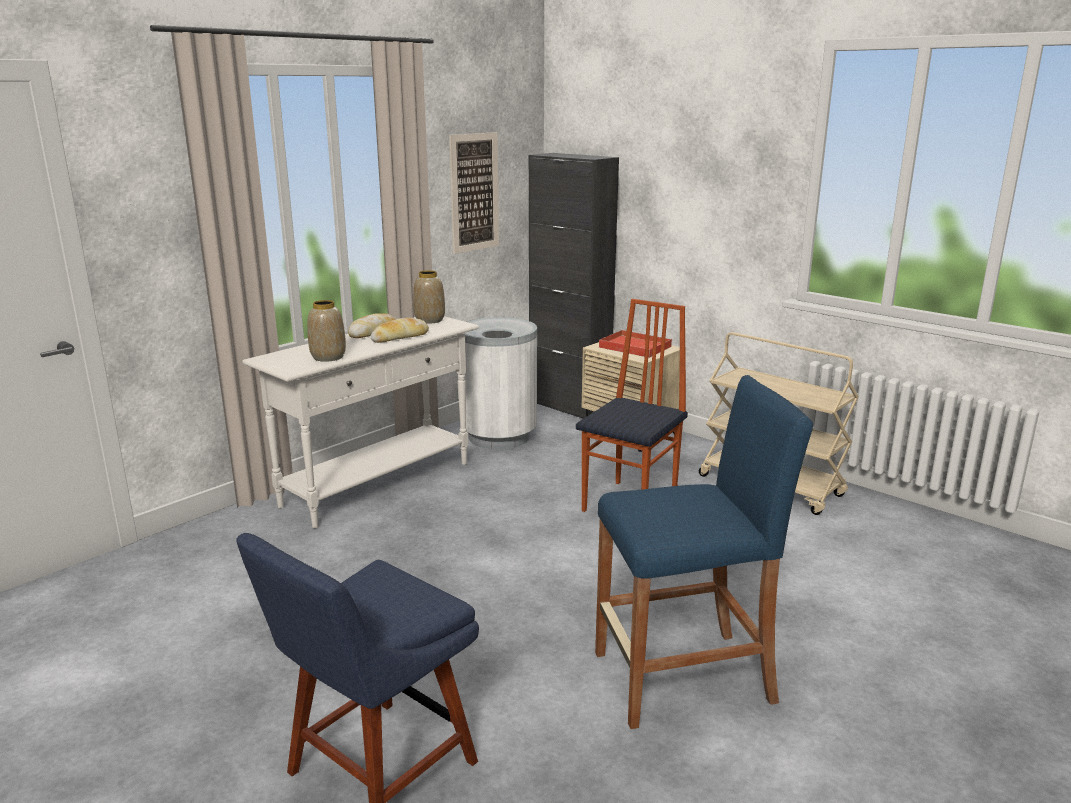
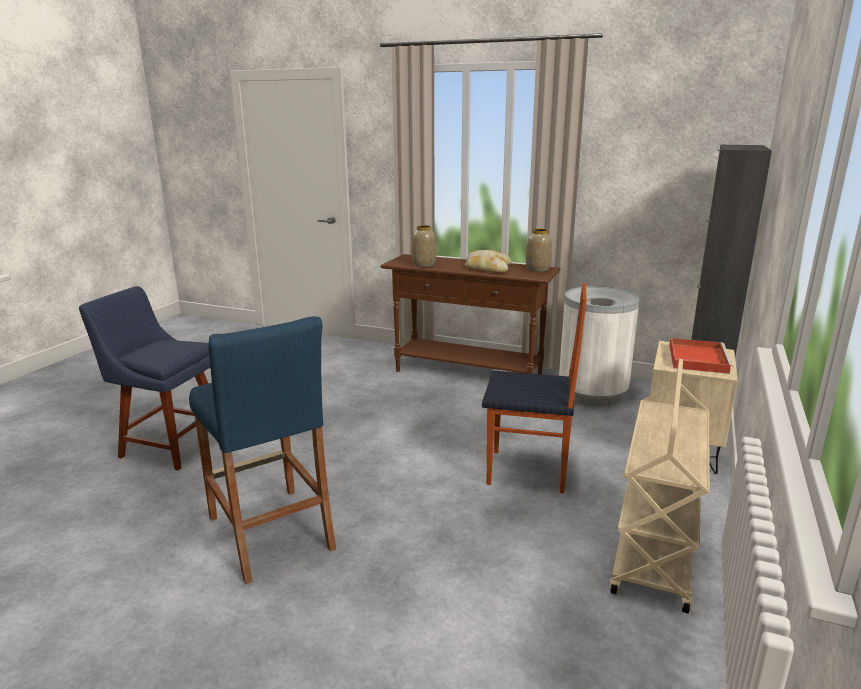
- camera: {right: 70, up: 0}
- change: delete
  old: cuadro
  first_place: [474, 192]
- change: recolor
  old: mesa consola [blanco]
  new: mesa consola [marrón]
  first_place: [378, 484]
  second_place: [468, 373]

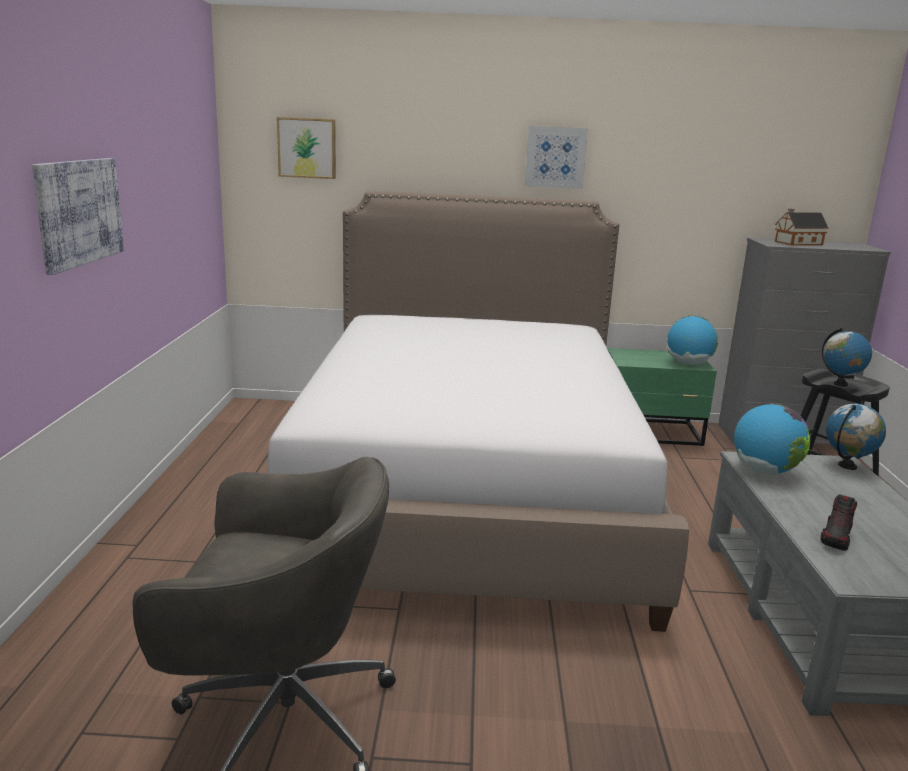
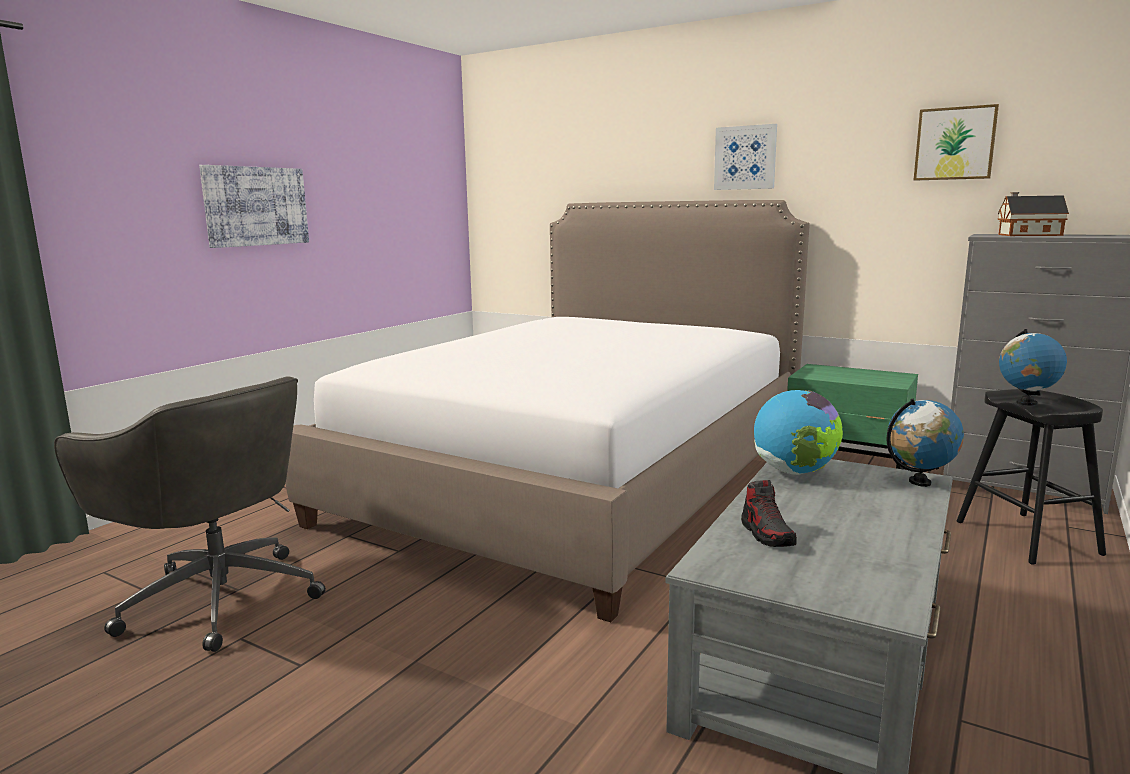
- camera: {right: 30, up: -5}
- change: move
  old: cuadro
  first_place: [307, 148]
  second_place: [955, 144]
- change: delete
  old: globo terráqueo
  first_place: [688, 364]
- change: rotate
  old: zapato
  first_place: [836, 538]
  second_place: [767, 534]
  degrees: -75

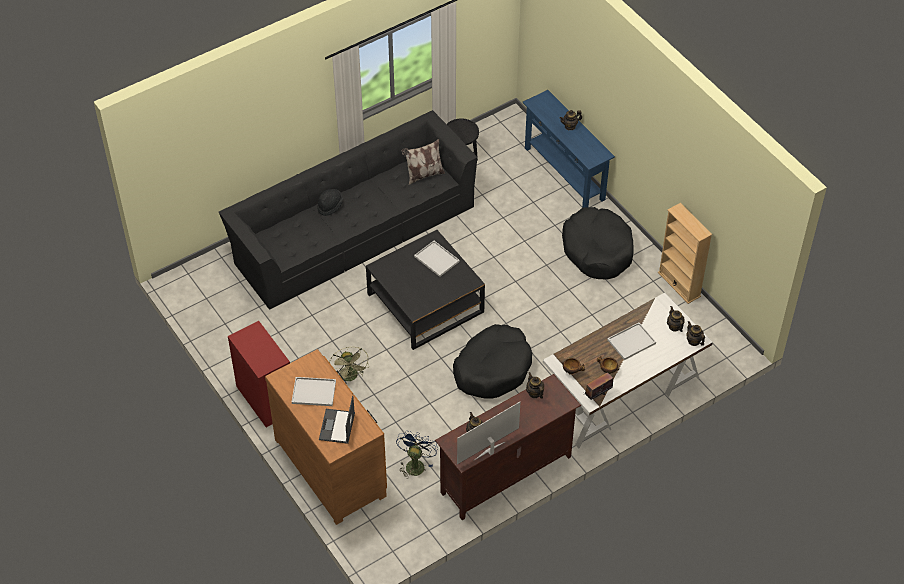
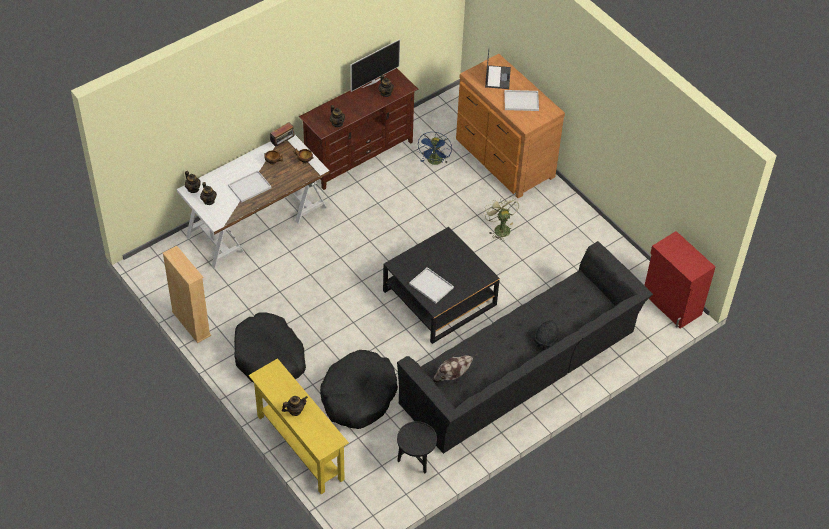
- camera: {right: 175, up: 0}
- change: recolor
  old: mesa consola [azul]
  new: mesa consola [amarillo]
  first_place: [564, 173]
  second_place: [299, 447]
- change: move
  old: armario [rojo]
  first_place: [265, 398]
  second_place: [671, 304]
- change: move
  old: cama para perro [negro]
  first_place: [492, 368]
  second_place: [358, 396]

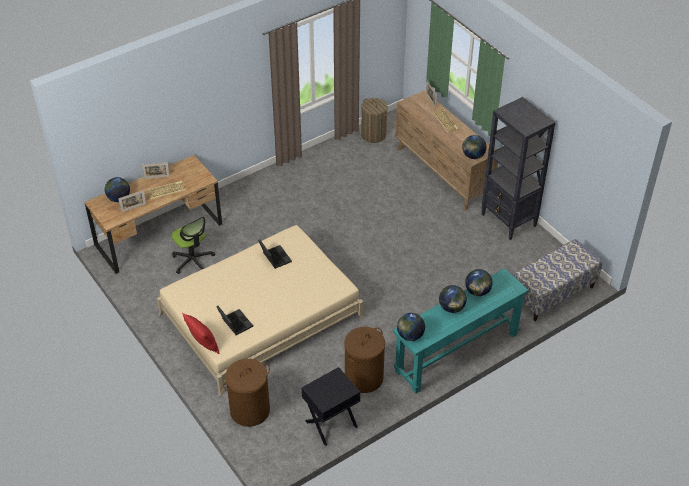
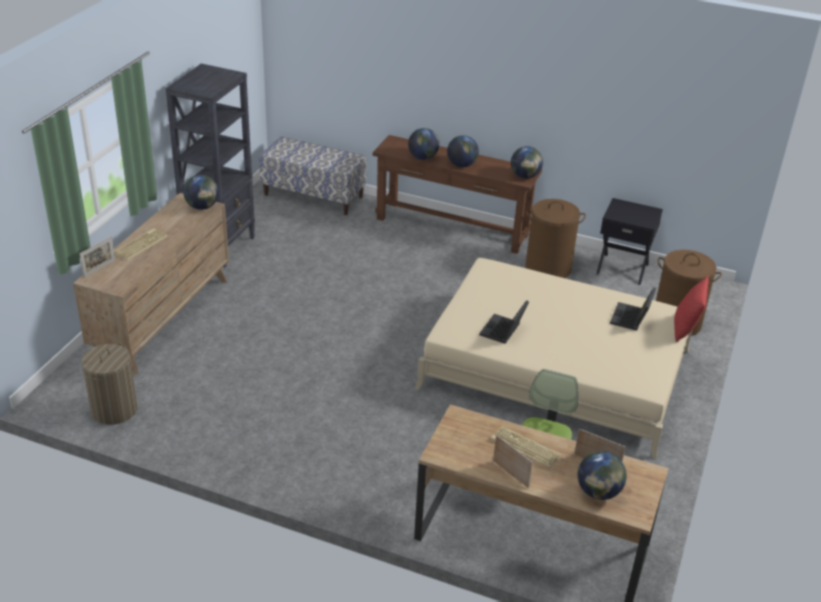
- camera: {right: -125, up: -10}
- change: recolor
  old: mesa consola [turquesa]
  new: mesa consola [marrón]
  first_place: [456, 352]
  second_place: [452, 227]

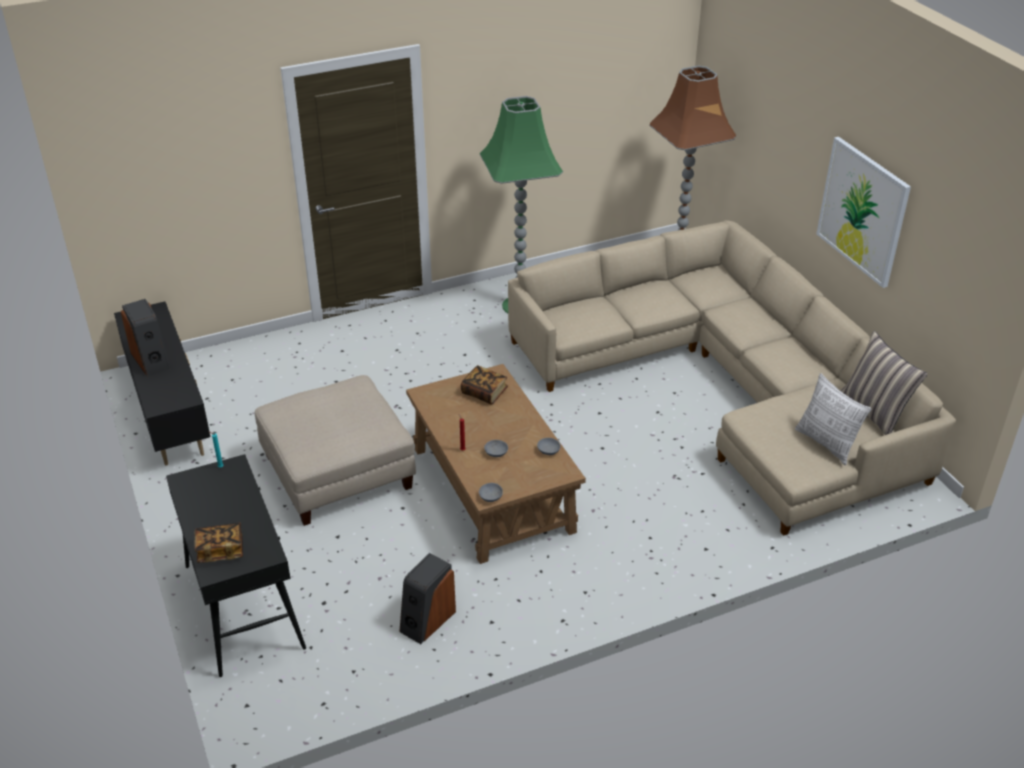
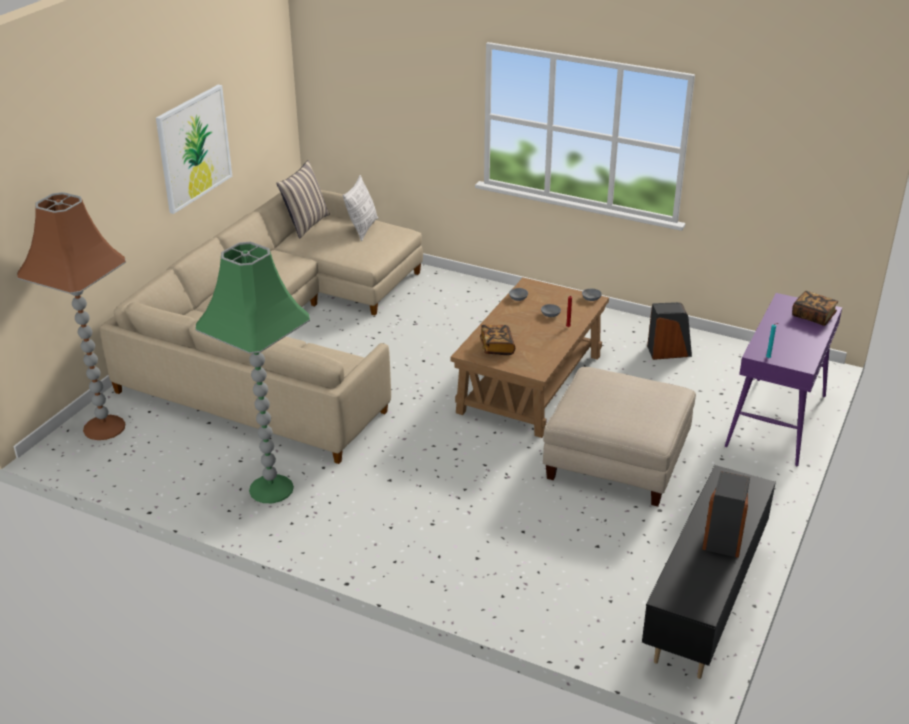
- camera: {right: -130, up: -5}
- change: recolor
  old: mesa consola [negro]
  new: mesa consola [morado]
  first_place: [243, 606]
  second_place: [776, 421]

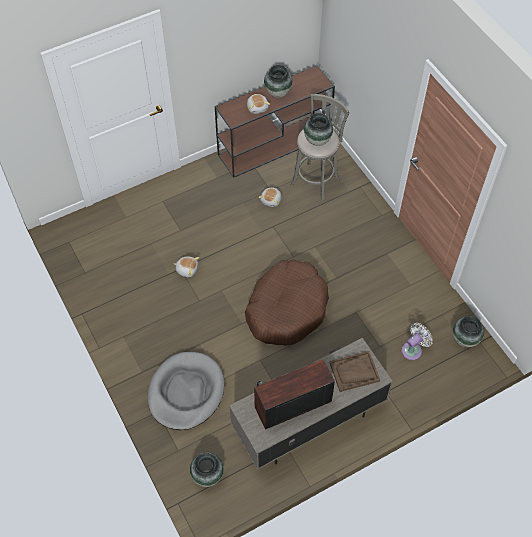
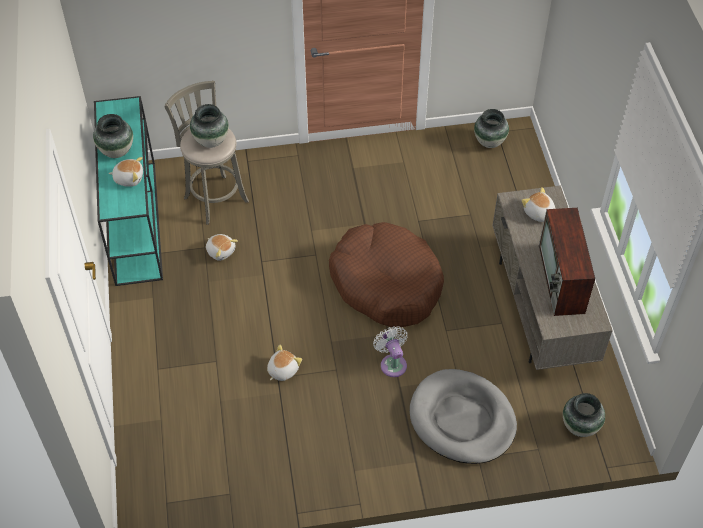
- camera: {right: -70, up: -5}
- change: recolor
  old: mesa consola [marrón]
  new: mesa consola [turquesa]
  first_place: [275, 144]
  second_place: [135, 221]
- change: move
  old: ventilador [blanco]
  first_place: [413, 349]
  second_place: [392, 363]
- change: replace
  old: bandeja [marrón]
  new: peluche
  first_place: [354, 372]
  second_place: [538, 213]

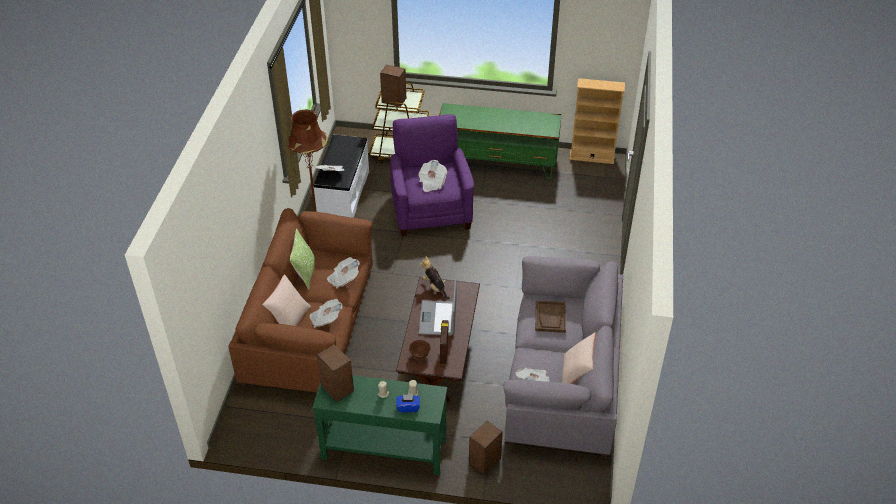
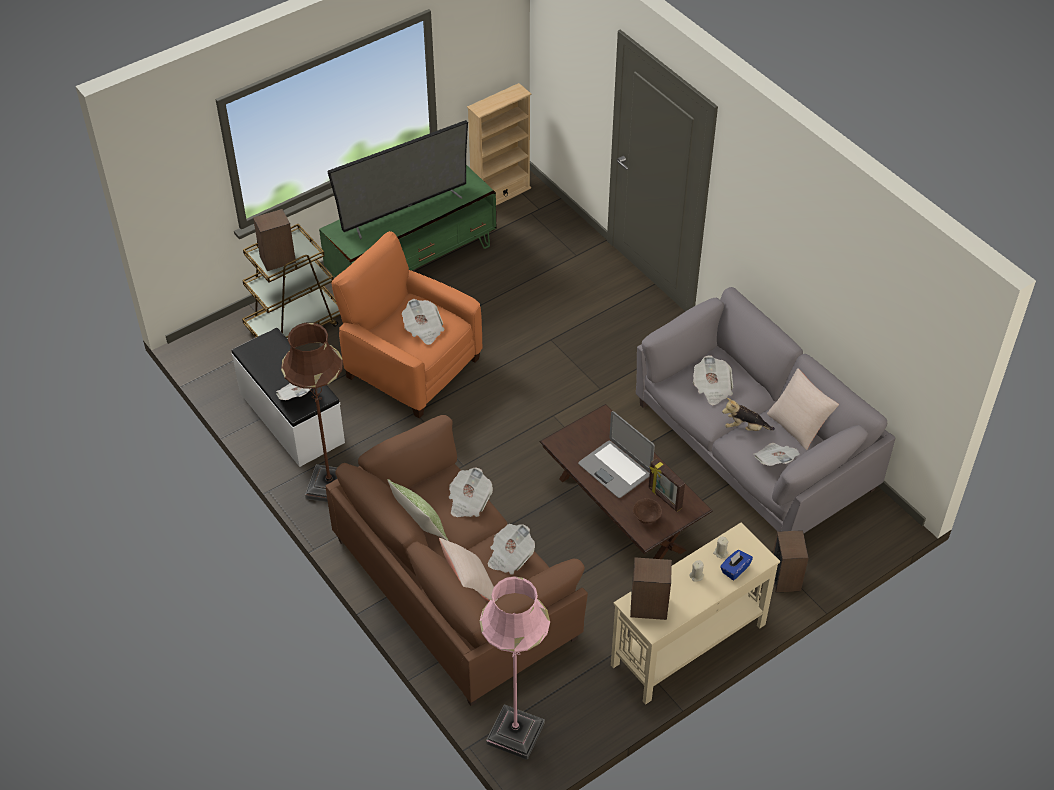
- camera: {right: -45, up: 5}
- change: recolor
  old: sillón [morado]
  new: sillón [naranja]
  first_place: [431, 209]
  second_place: [411, 366]
- change: move
  old: peluche
  first_place: [435, 287]
  second_place: [745, 428]
- change: replace
  old: bandeja [marrón]
  new: periódico
  first_place: [550, 317]
  second_place: [712, 388]
- change: recolor
  old: mesa consola [verde]
  new: mesa consola [beis]
  first_place: [383, 449]
  second_place: [687, 644]
- change: insert
  new: televisor
  second_place: [404, 210]
- change: insert
  new: lámpara de pie [rosa]
  second_place: [515, 733]

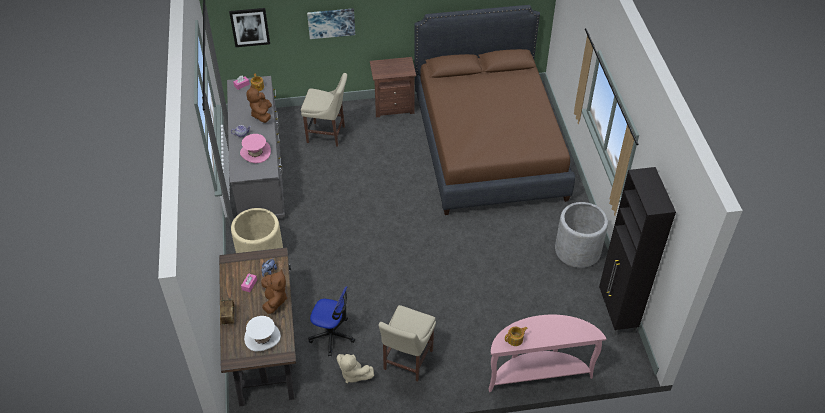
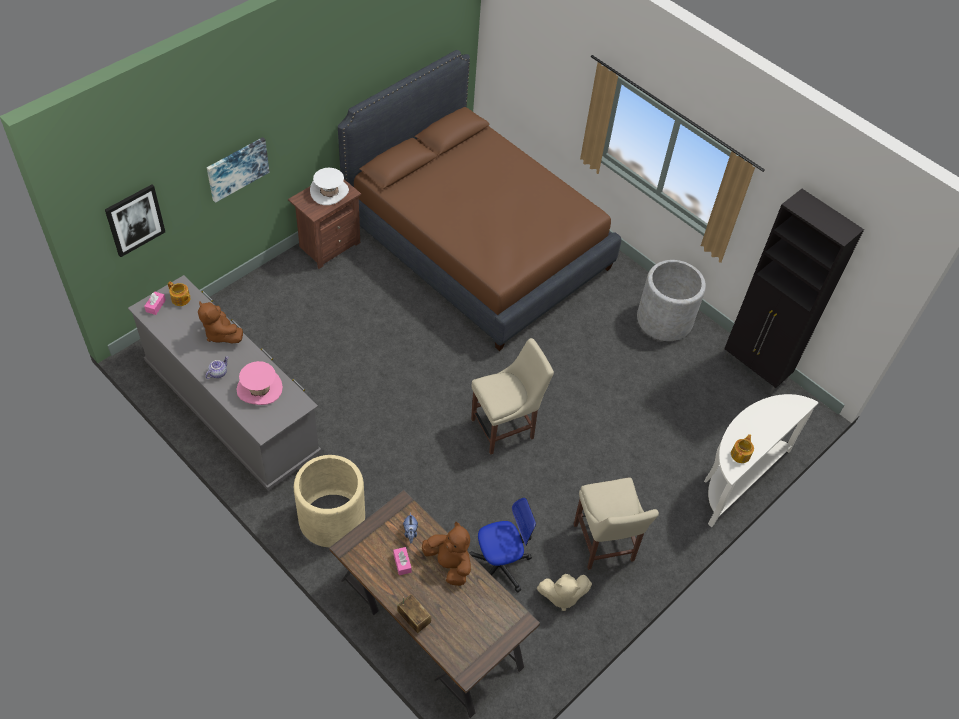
- camera: {right: -40, up: 5}
- change: move
  old: silla [beis]
  first_place: [328, 135]
  second_place: [505, 428]
- change: recolor
  old: mesa consola [rosa]
  new: mesa consola [blanco]
  first_place: [537, 372]
  second_place: [737, 477]
- change: move
  old: sombrero [blanco]
  first_place: [262, 337]
  second_place: [329, 192]

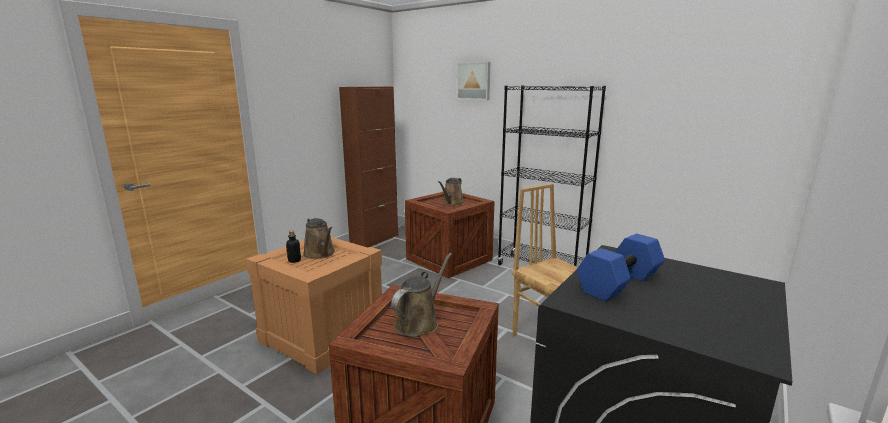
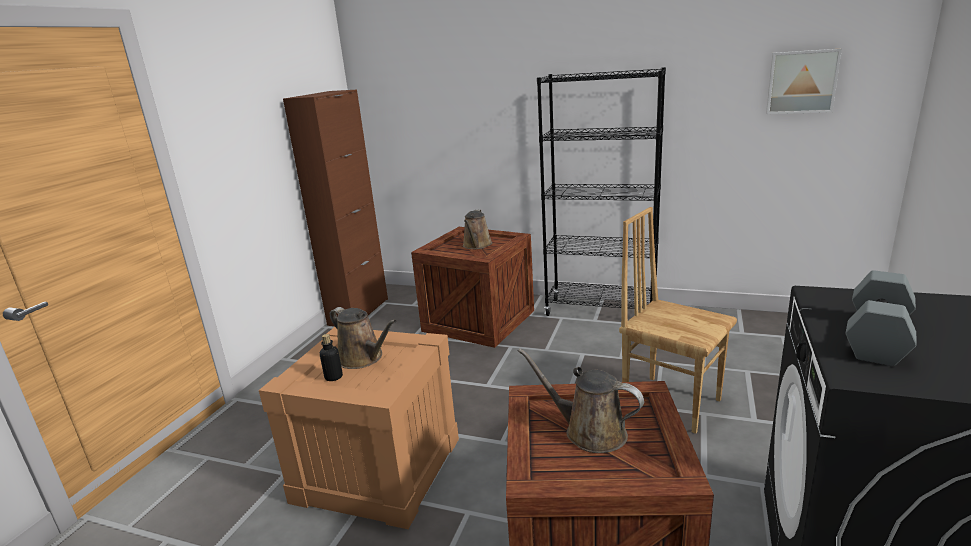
- camera: {right: -15, up: 5}
- change: move
  old: cuadro
  first_place: [474, 81]
  second_place: [801, 82]
- change: recolor
  old: mancuerna [azul]
  new: mancuerna [gris]
  first_place: [620, 284]
  second_place: [879, 338]
- change: rotate
  old: regadera [marrón]
  first_place: [419, 322]
  second_place: [589, 432]
  degrees: -75

